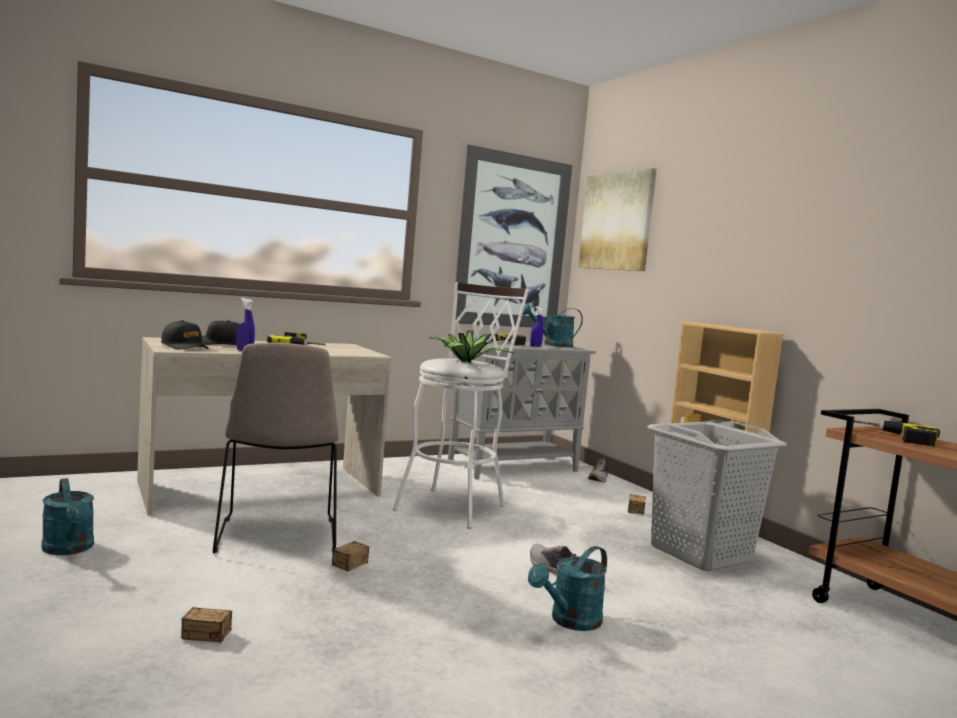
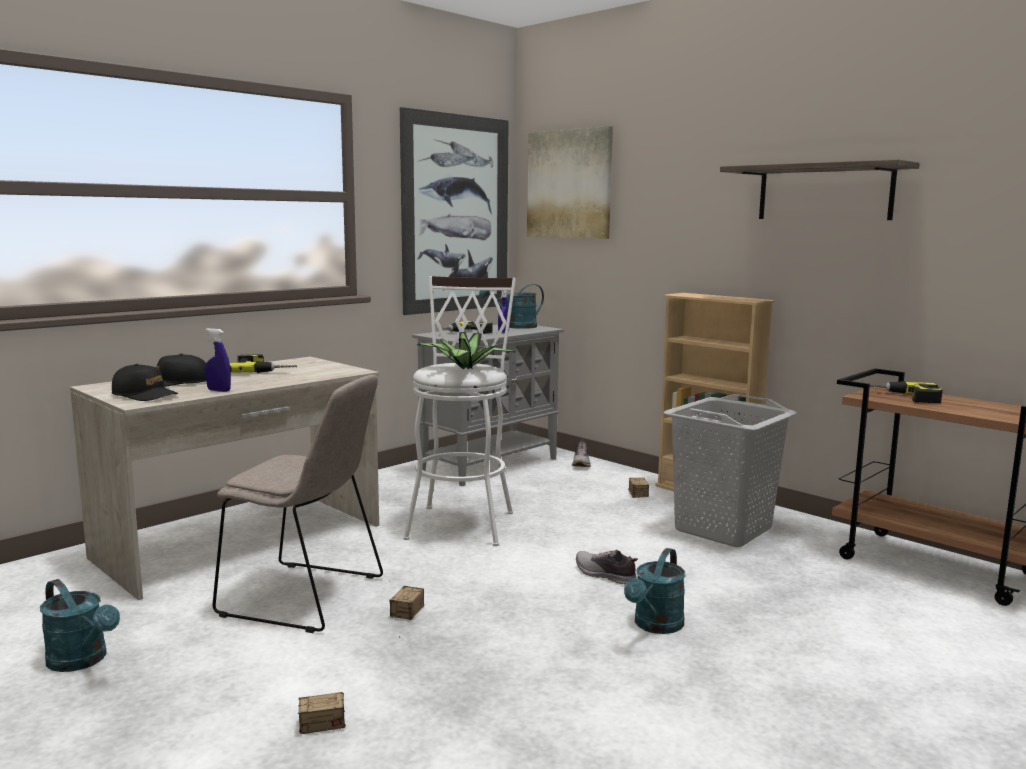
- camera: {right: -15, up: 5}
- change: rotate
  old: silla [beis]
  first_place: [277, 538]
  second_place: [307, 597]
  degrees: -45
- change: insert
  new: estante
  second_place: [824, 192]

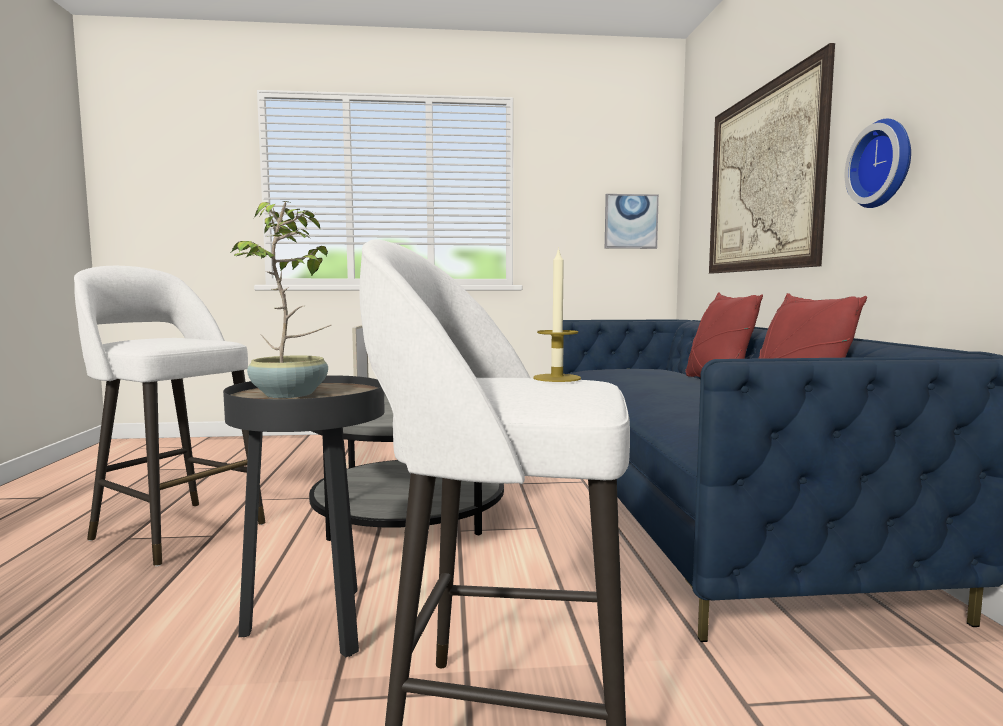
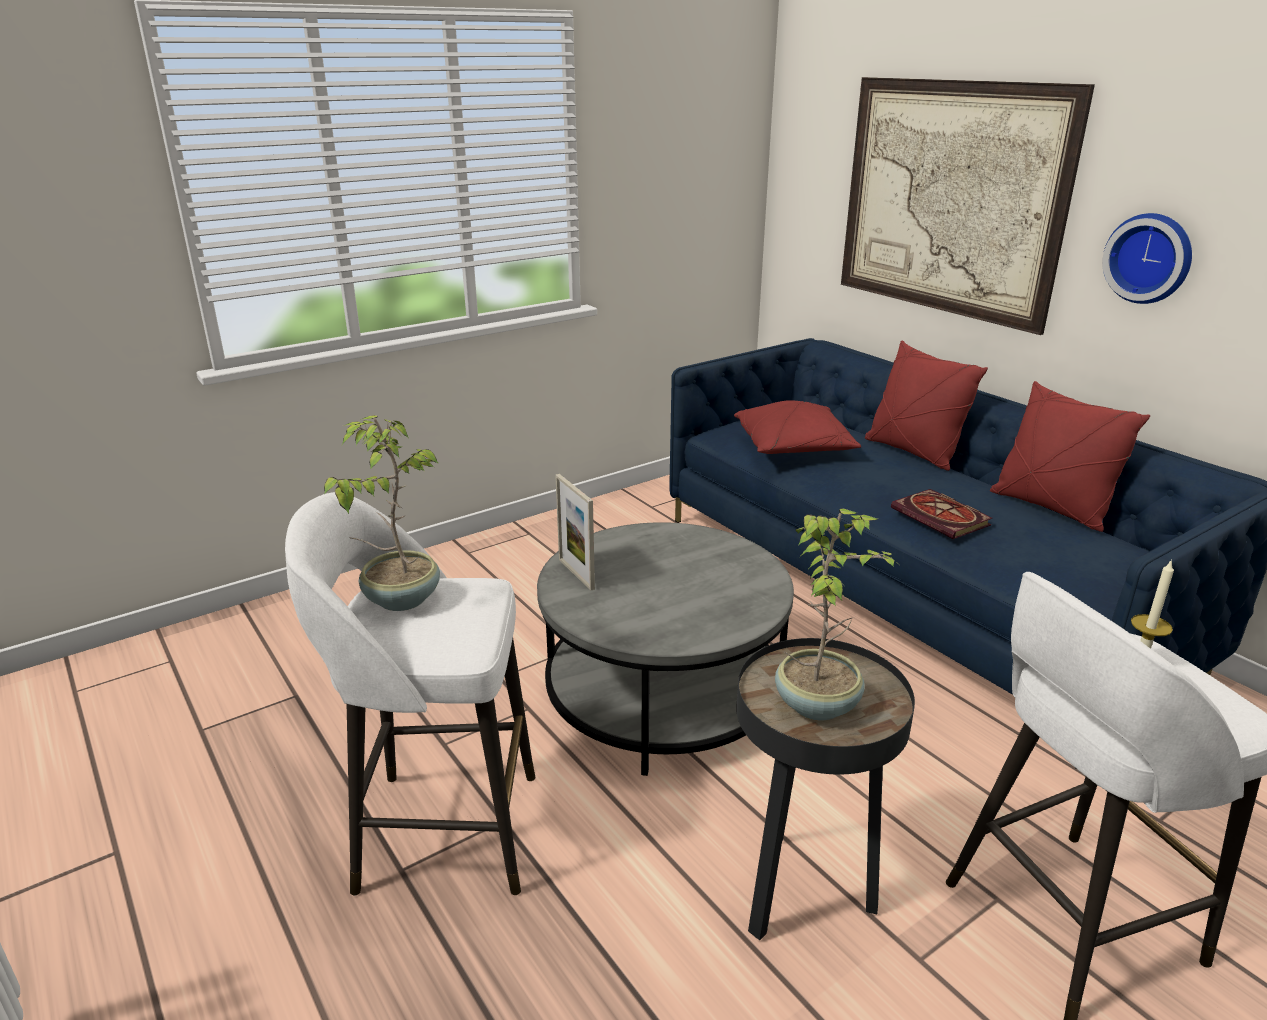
- camera: {right: -30, up: 20}
- change: delete
  old: cuadro
  first_place: [630, 221]
- change: insert
  new: cojín [rojo]
  second_place: [794, 448]
- change: insert
  new: planta en maceta
  second_place: [400, 599]
- change: insert
  new: libro
  second_place: [943, 518]

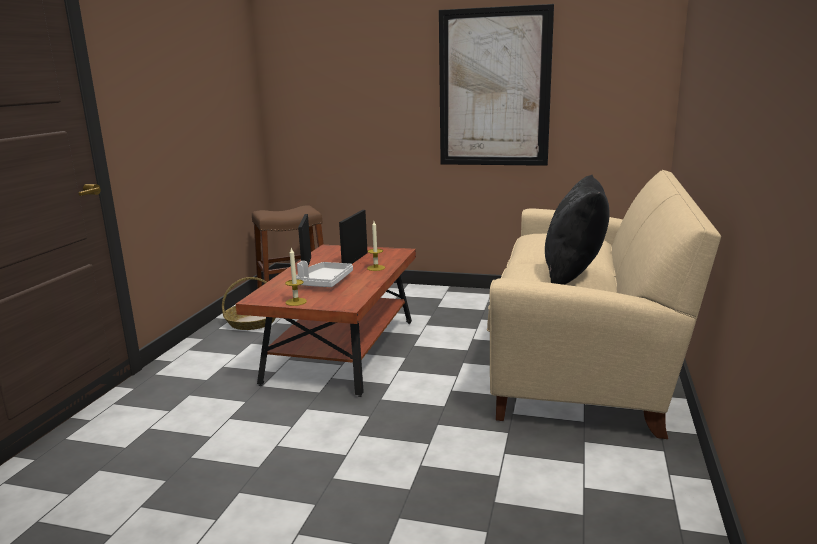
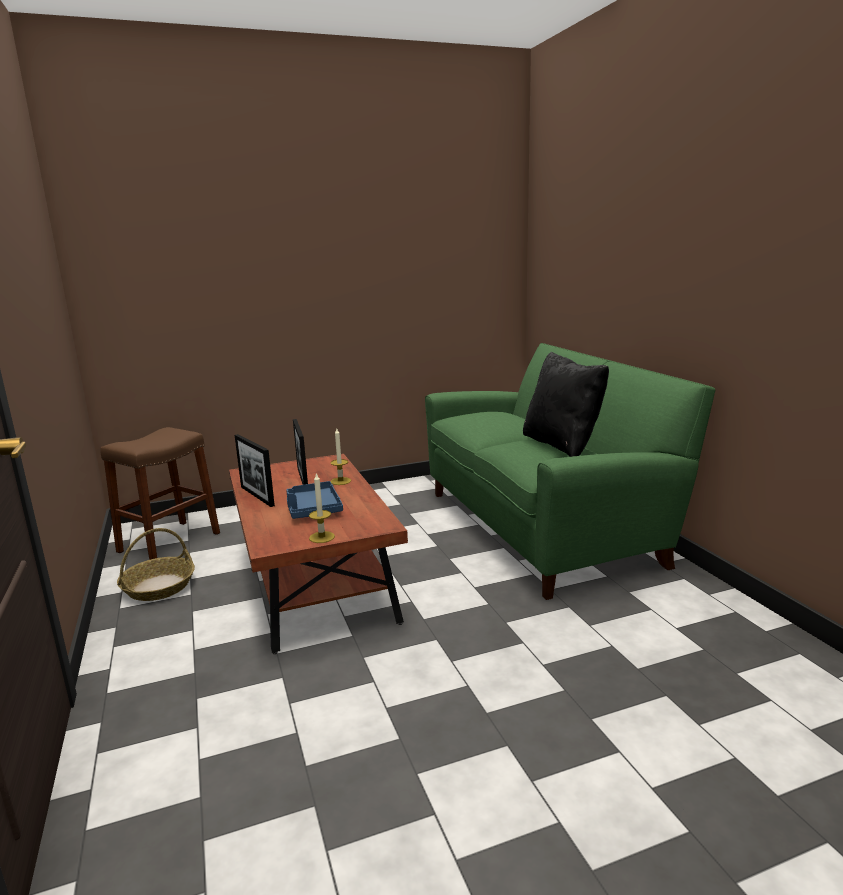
- camera: {right: -35, up: 0}
- change: delete
  old: cuadro
  first_place: [494, 88]
- change: recolor
  old: sofá [beis]
  new: sofá [verde]
  first_place: [585, 361]
  second_place: [542, 526]
- change: recolor
  old: bandeja [blanco]
  new: bandeja [azul]
  first_place: [324, 282]
  second_place: [313, 509]

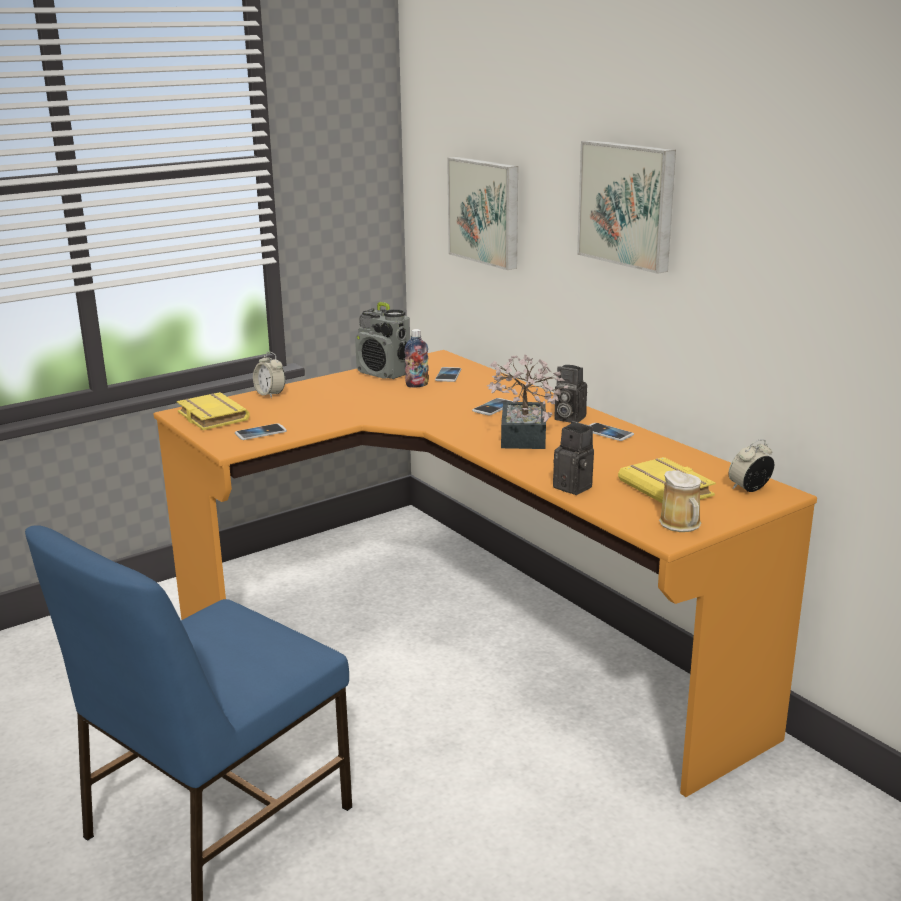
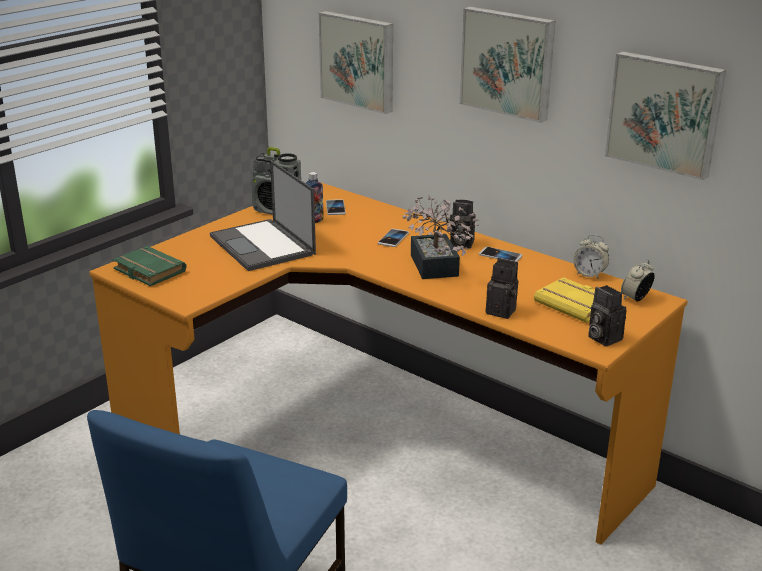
- camera: {right: -15, up: 5}
- change: move
  old: despertador
  first_place: [270, 394]
  second_place: [589, 274]
- change: recolor
  old: libro [amarillo]
  new: libro [verde]
  first_place: [210, 417]
  second_place: [147, 271]
- change: delete
  old: móvil
  first_place: [260, 433]
- change: replace
  old: taza grande
  new: cámara
  first_place: [681, 525]
  second_place: [602, 338]
- change: insert
  new: cuadro
  second_place: [665, 113]
- change: insert
  new: portátil
  second_place: [263, 246]

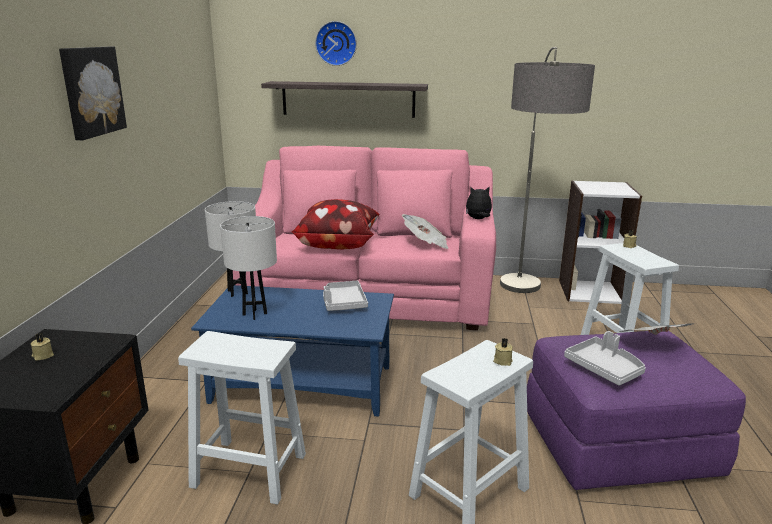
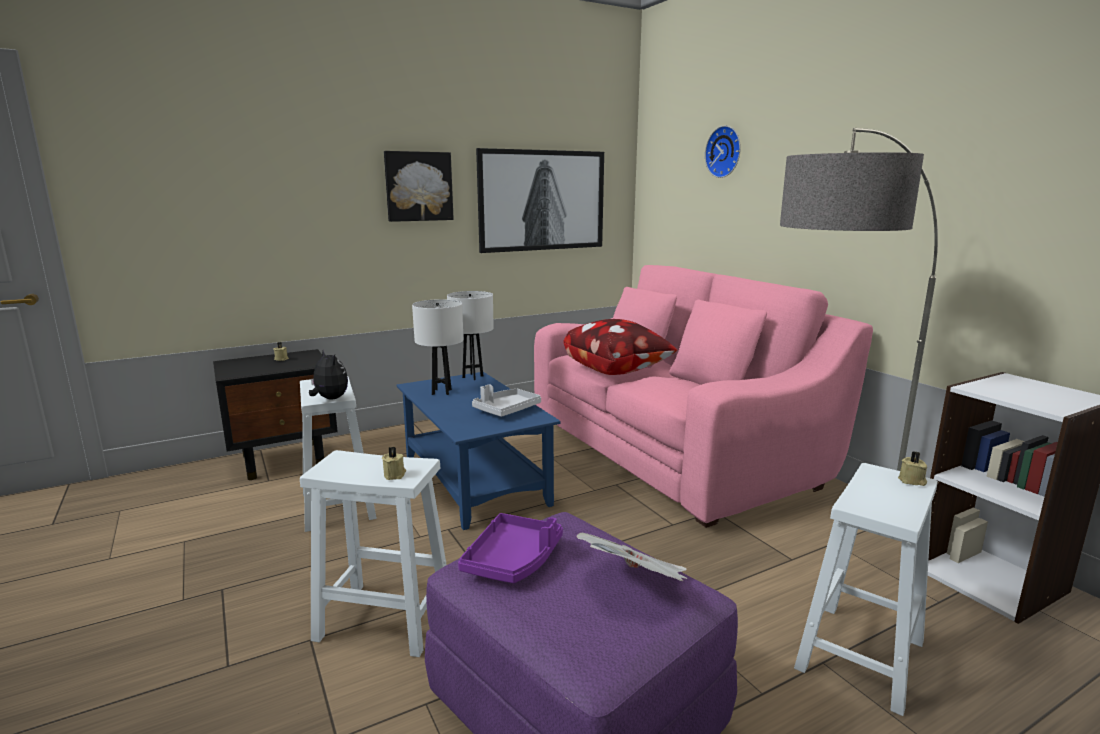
- camera: {right: 55, up: -5}
- change: delete
  old: estante
  first_place: [348, 99]
- change: move
  old: peluche
  first_place: [478, 219]
  second_place: [330, 399]
- change: delete
  old: periódico
  first_place: [426, 244]
- change: recolor
  old: bandeja [gris]
  new: bandeja [morado]
  first_place: [604, 368]
  second_place: [513, 560]
- change: insert
  new: cuadro
  second_place: [542, 200]

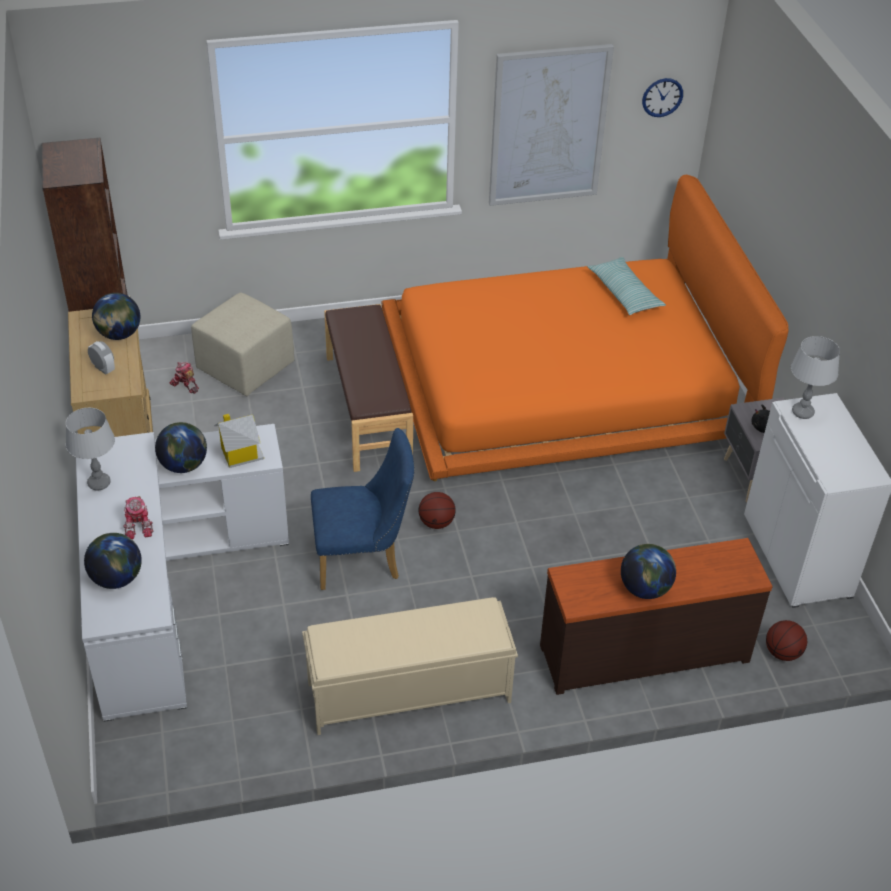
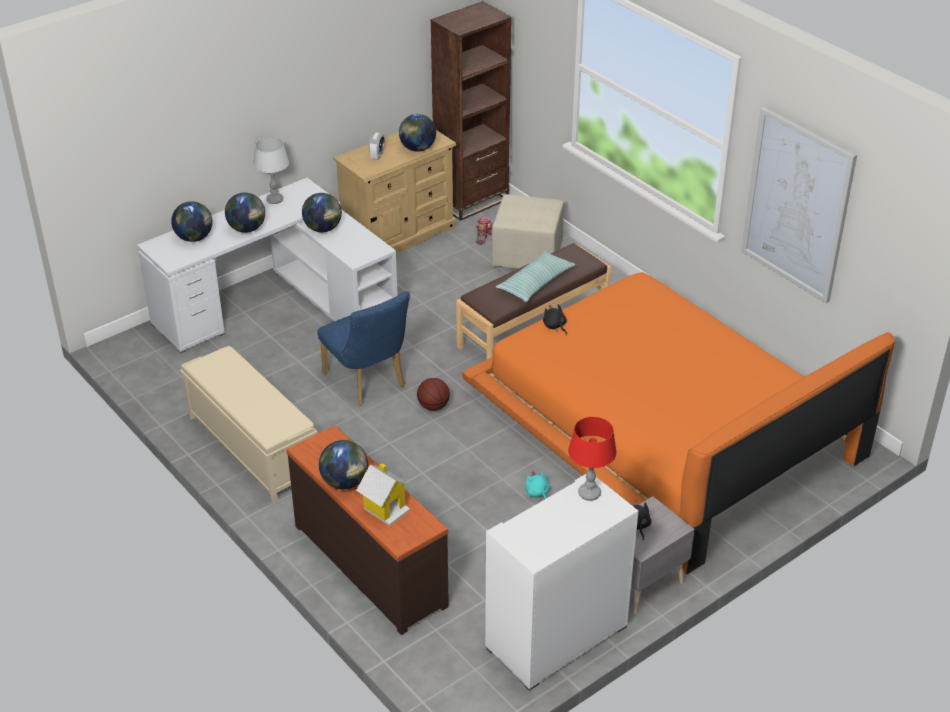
- camera: {right: 65, up: -5}
- change: delete
  old: reloj de pared
  first_place: [662, 97]
- change: move
  old: cojín
  first_place: [624, 293]
  second_place: [535, 283]
- change: recolor
  old: lámpara de mesa [gris]
  new: lámpara de mesa [rojo]
  first_place: [803, 412]
  second_place: [589, 493]
- change: move
  old: casita
  first_place: [240, 454]
  second_place: [385, 508]
- change: replace
  old: robot de juguete
  new: globo terráqueo
  first_place: [139, 525]
  second_place: [247, 229]
- change: delete
  old: balón de baloncesto
  first_place: [782, 653]
- change: insert
  new: peluche [negro]
  second_place: [555, 326]
- change: insert
  new: peluche [turquesa]
  second_place: [538, 494]

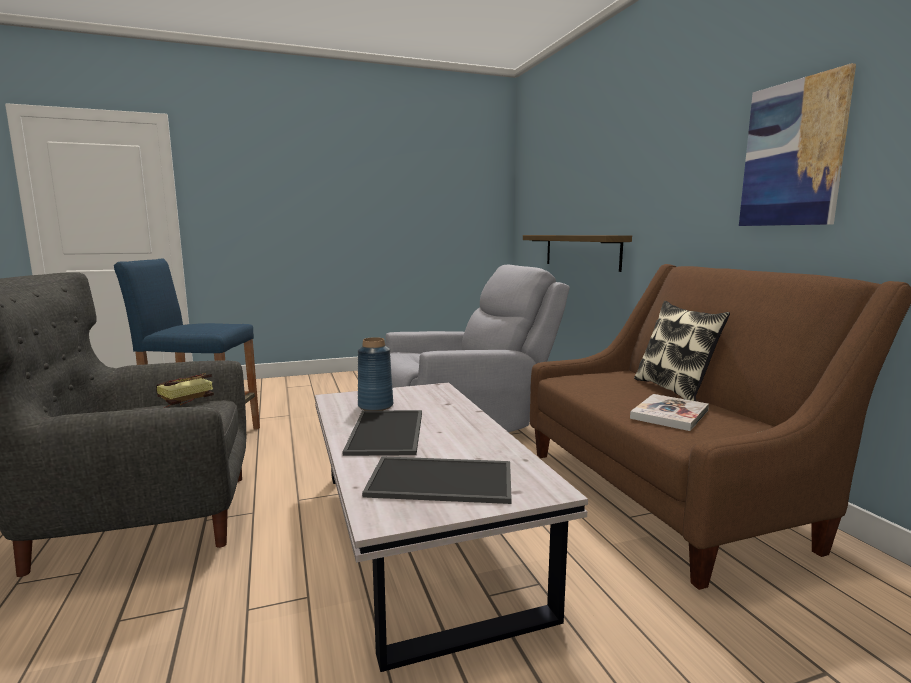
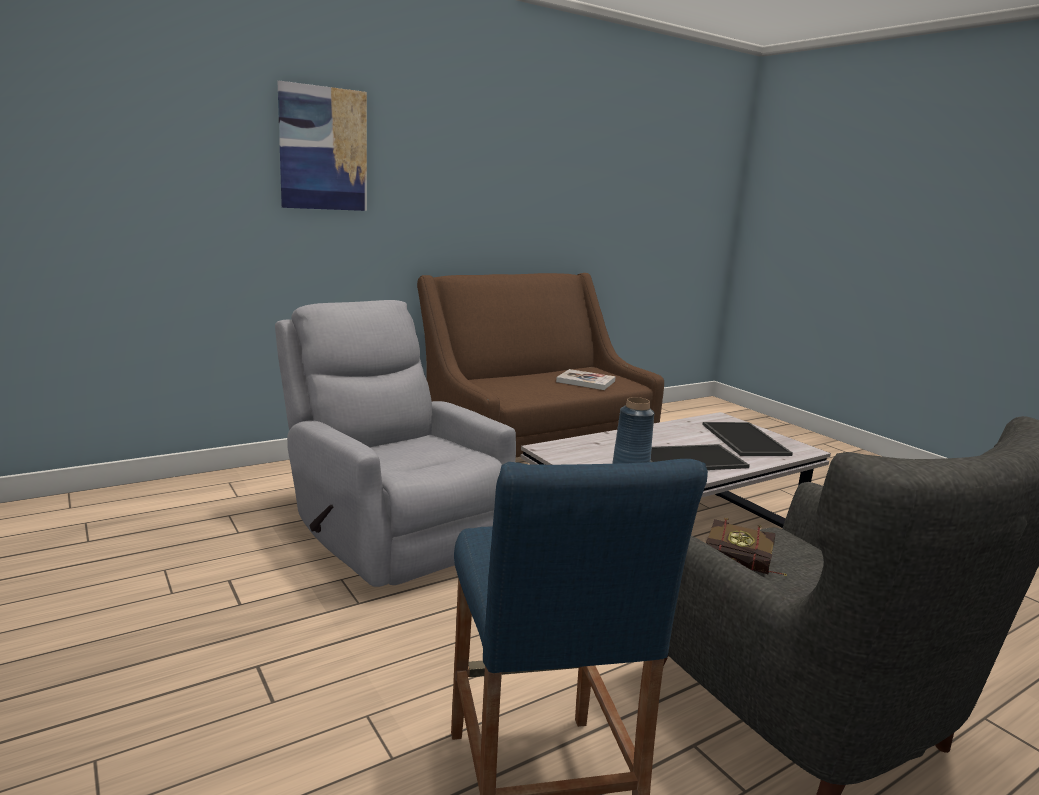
- camera: {right: -105, up: 5}
- change: move
  old: cuadro
  first_place: [792, 154]
  second_place: [323, 149]
- change: delete
  old: estante
  first_place: [581, 251]
- change: delete
  old: cojín
  first_place: [674, 389]

